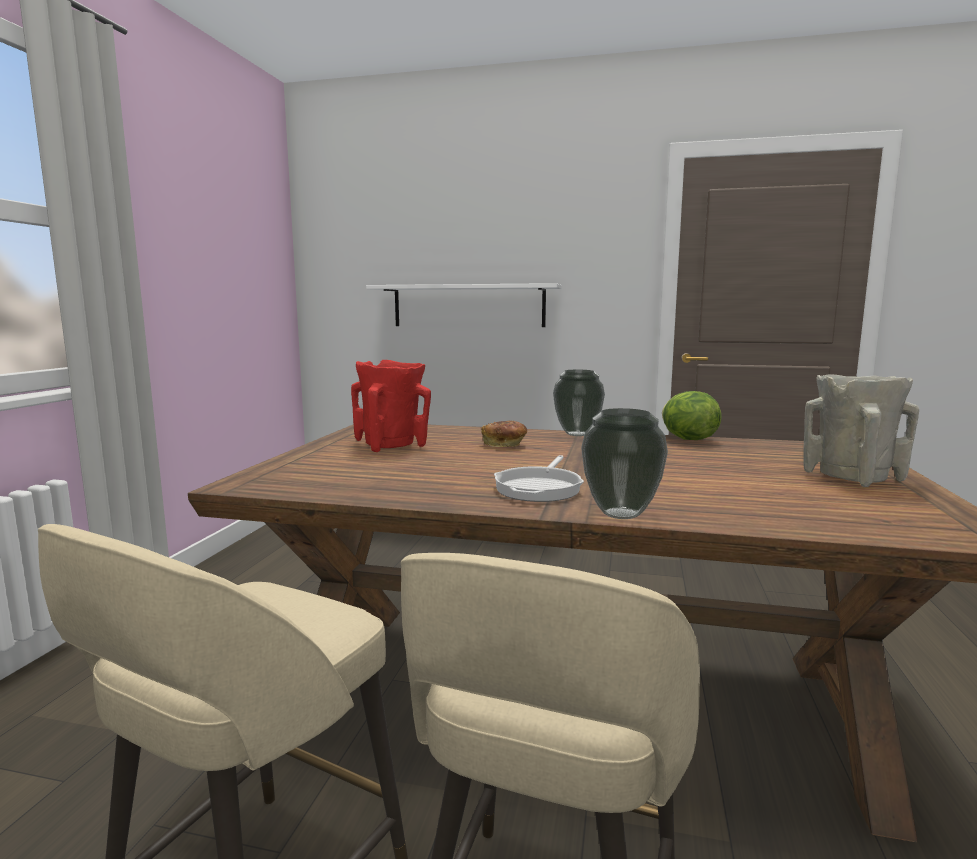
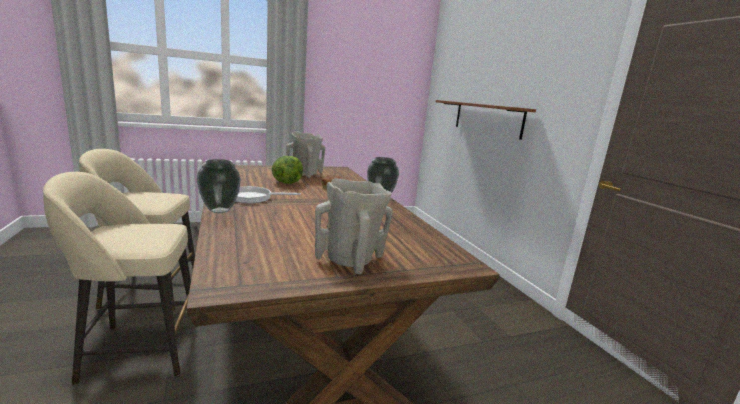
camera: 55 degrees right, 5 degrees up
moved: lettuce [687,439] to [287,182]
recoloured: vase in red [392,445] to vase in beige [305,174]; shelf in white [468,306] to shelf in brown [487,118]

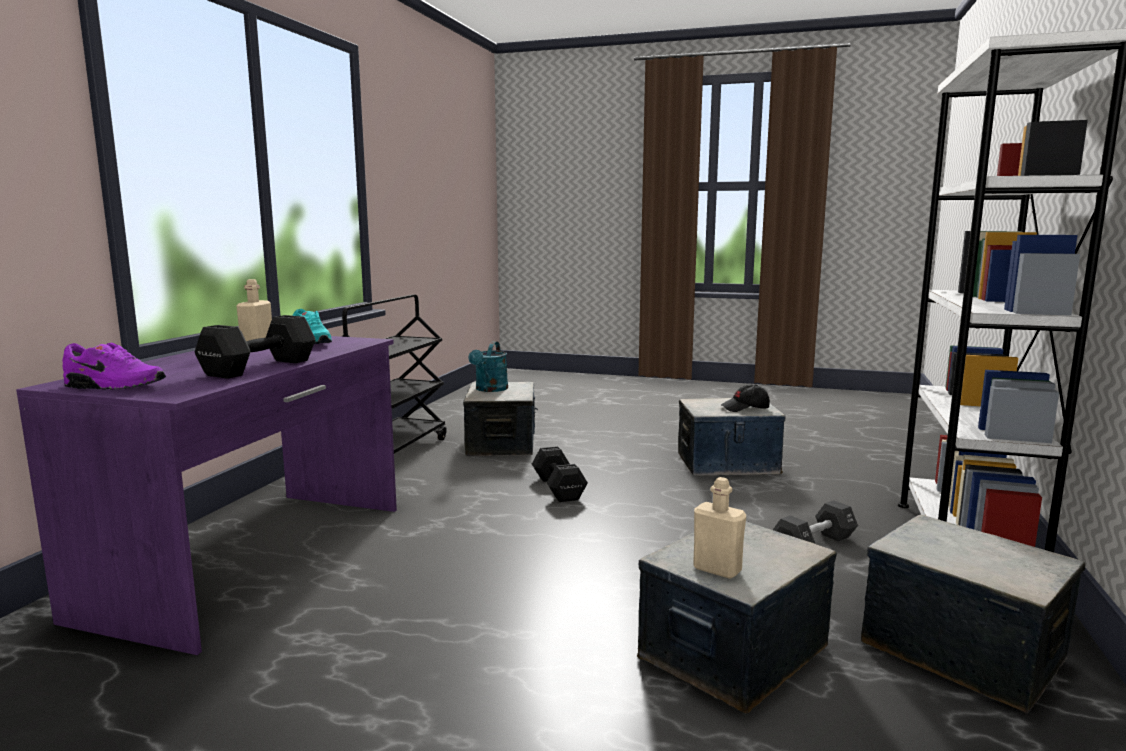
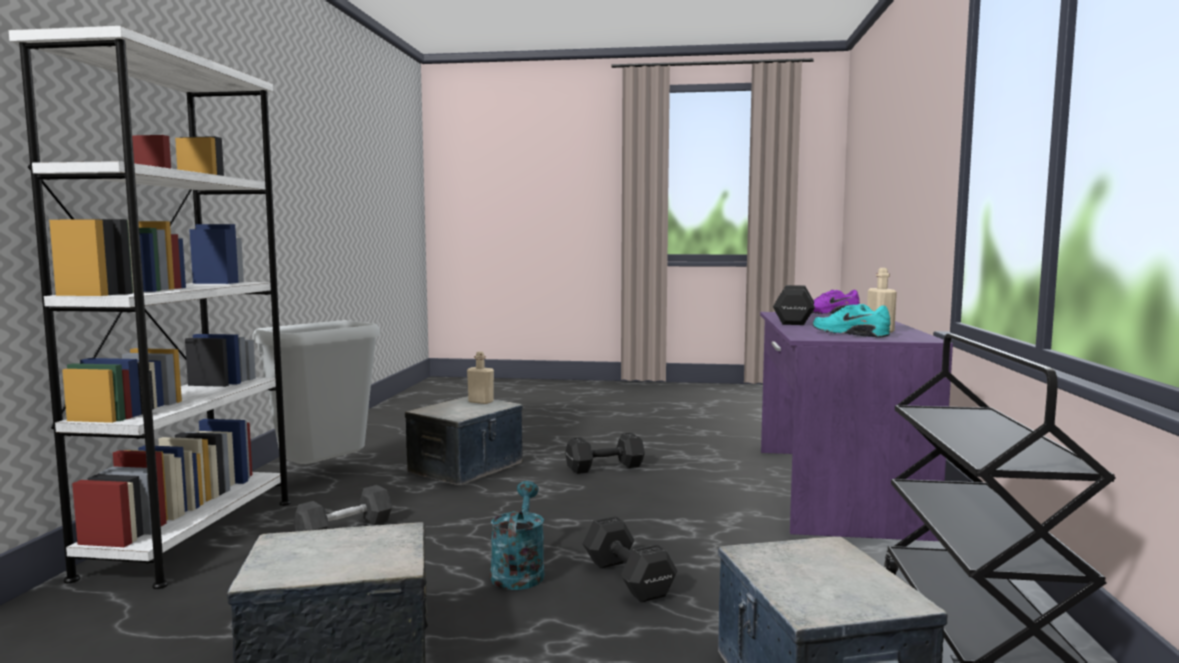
camera: 170 degrees right, 5 degrees down
removed: cap in black [745,408]
added: dumbbell in black [606,467]
moved: watering can in turquoise [489,389] to [518,571]
replaced: storage box [961,650] to trash can in grey [324,476]

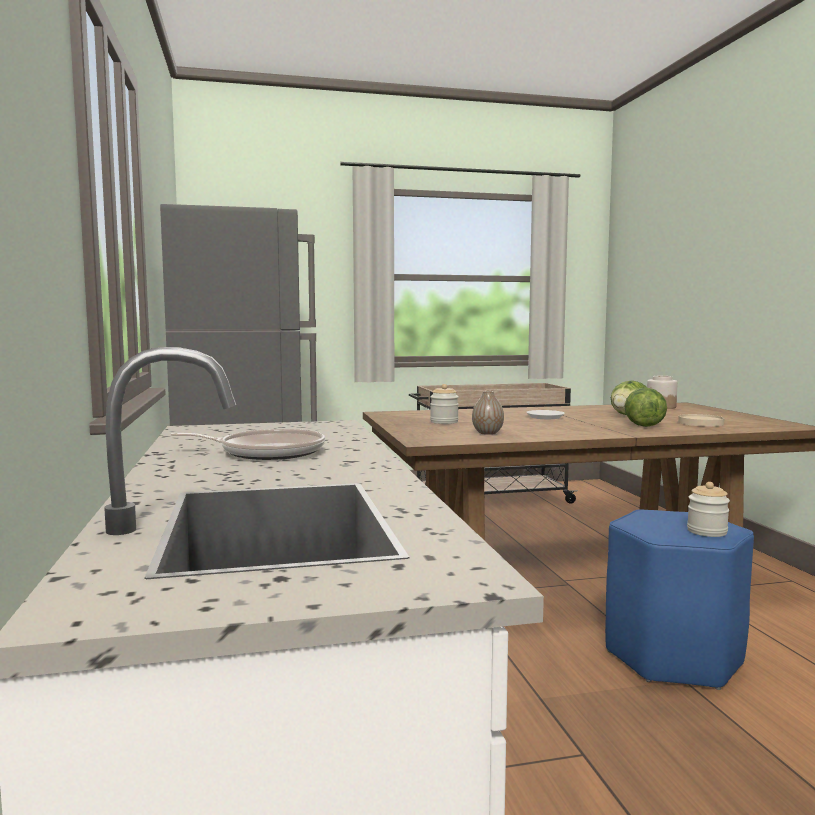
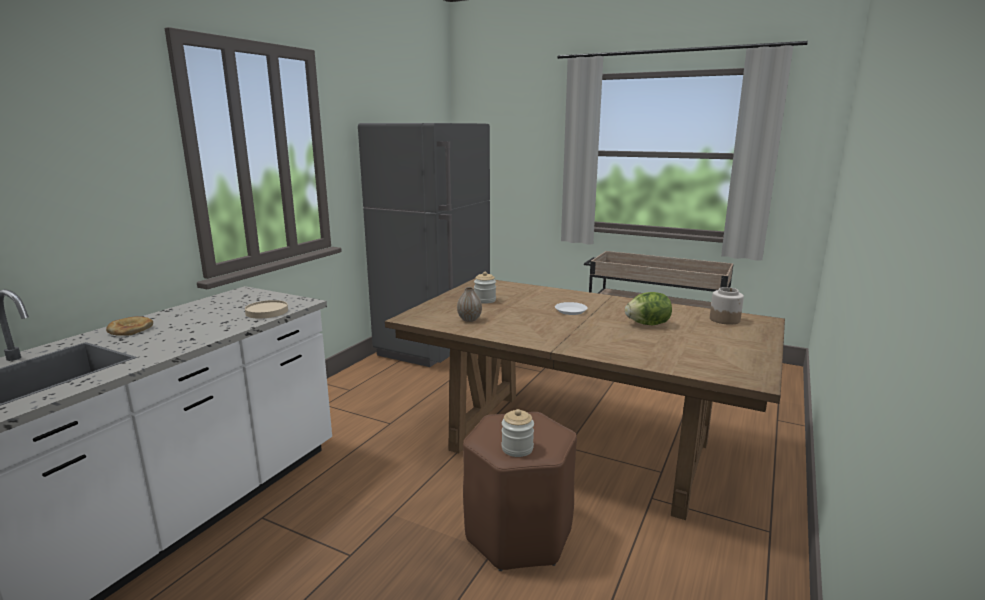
camera: 40 degrees right, 10 degrees up
removed: frying pan [267,452]; lettuce [643,425]
added: bread [130,329]
moved: plate in beige [700,423] to [267,312]
recoloured: stool in blue [673,657] to stool in brown [518,535]

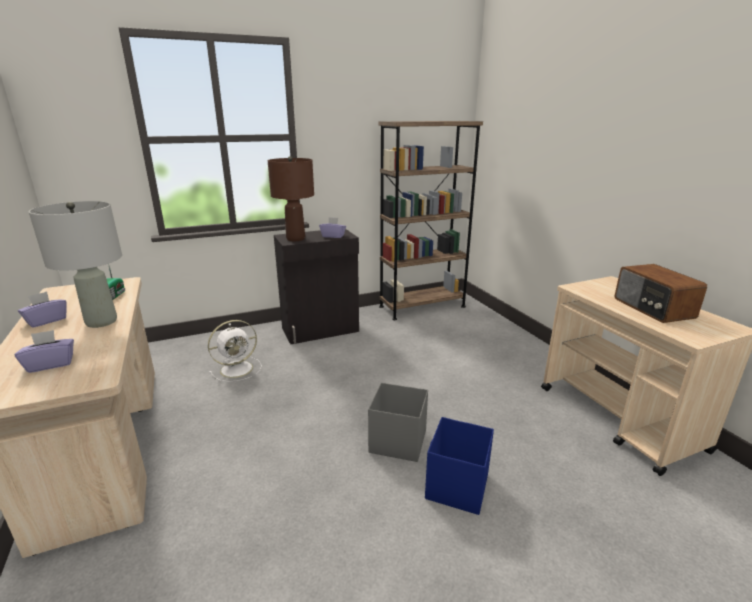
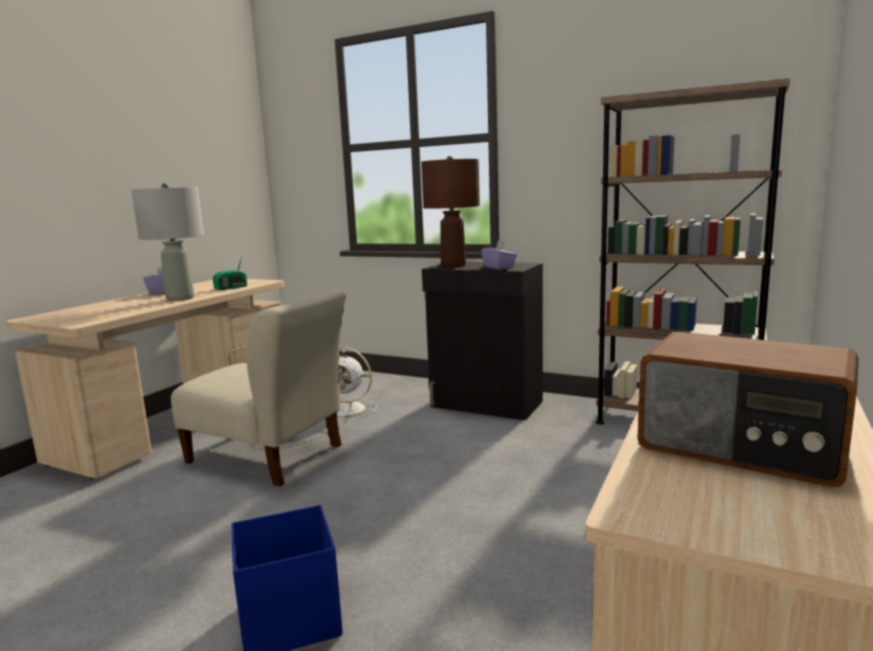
camera: 50 degrees right, 10 degrees down
removed: tissue box in purple [51,364]; storage box in grey [397,441]
added: chair in beige [269,456]
turned: radio [652,308] = [741,447] 90 degrees counterclockwise

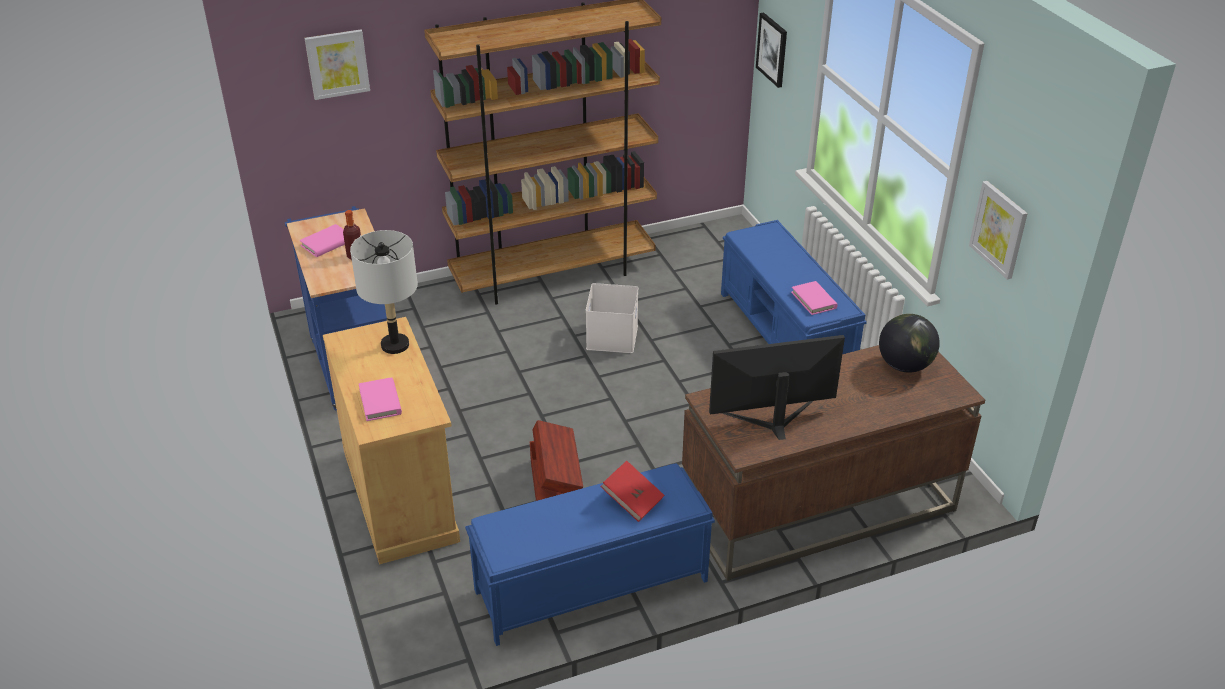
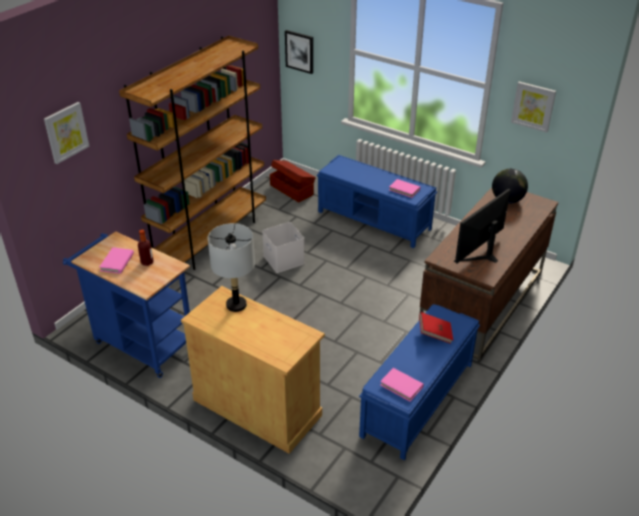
camera: 35 degrees left, 0 degrees up
moved: book in pink [380,402] to [401,386]; storage box in brown [555,486] to [292,189]

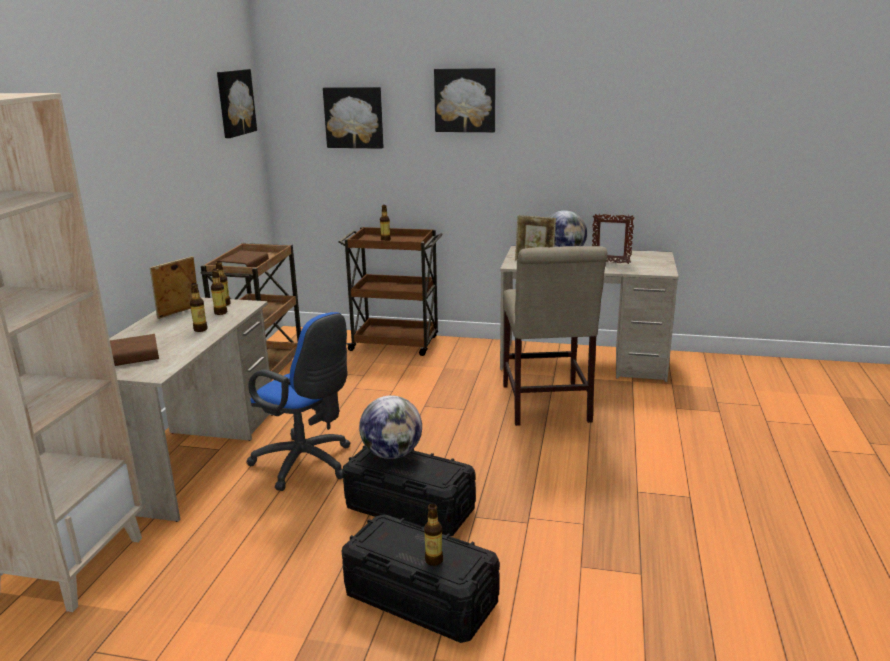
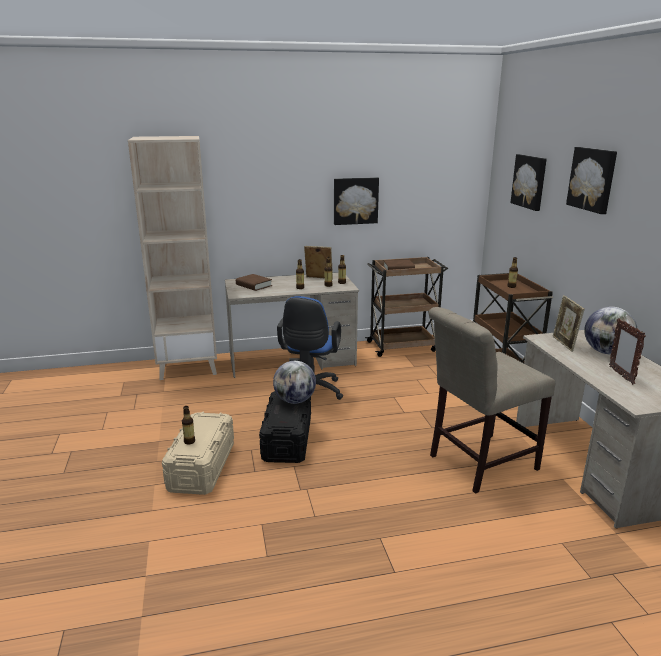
camera: 65 degrees right, 0 degrees up
moved: picture [234,102] to [355,200]
recoloured: storage box in black [420,598] to storage box in beige [202,467]

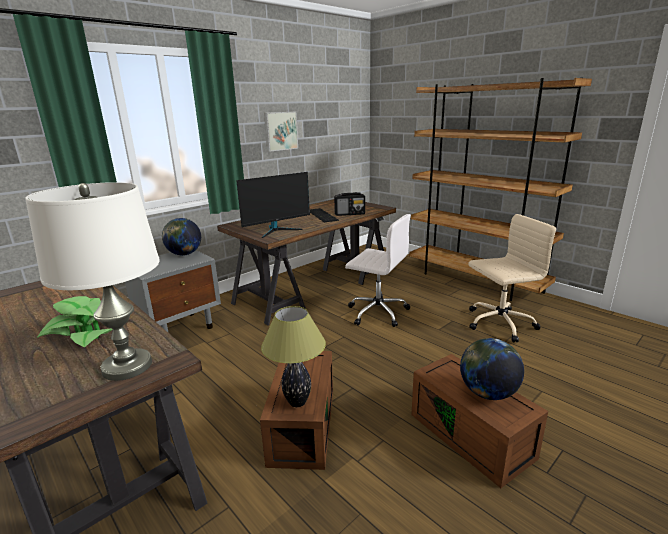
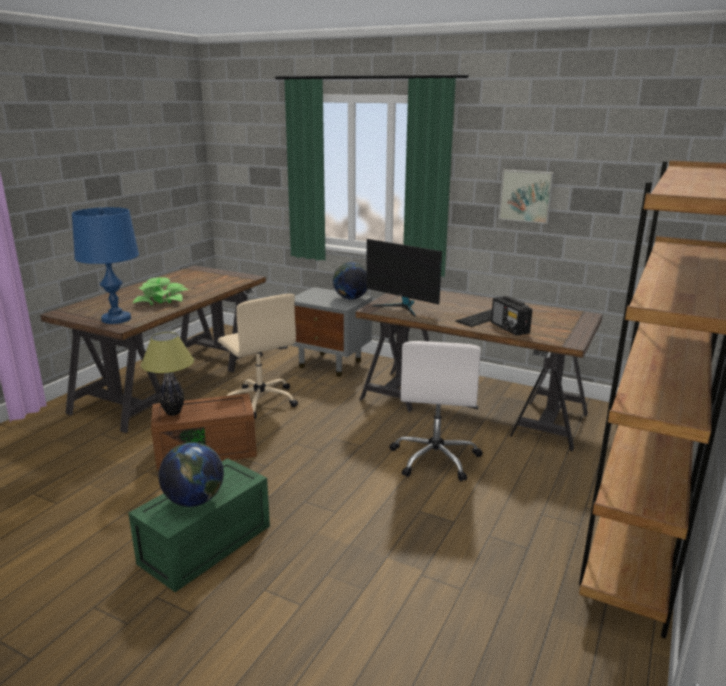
camera: 70 degrees right, 0 degrees up
moved: office chair in beige [498,323] to [260,401]
recoloured: table lamp in white [127,366] to table lamp in blue [116,319]; storage box in brown [473,435] to storage box in green [205,546]

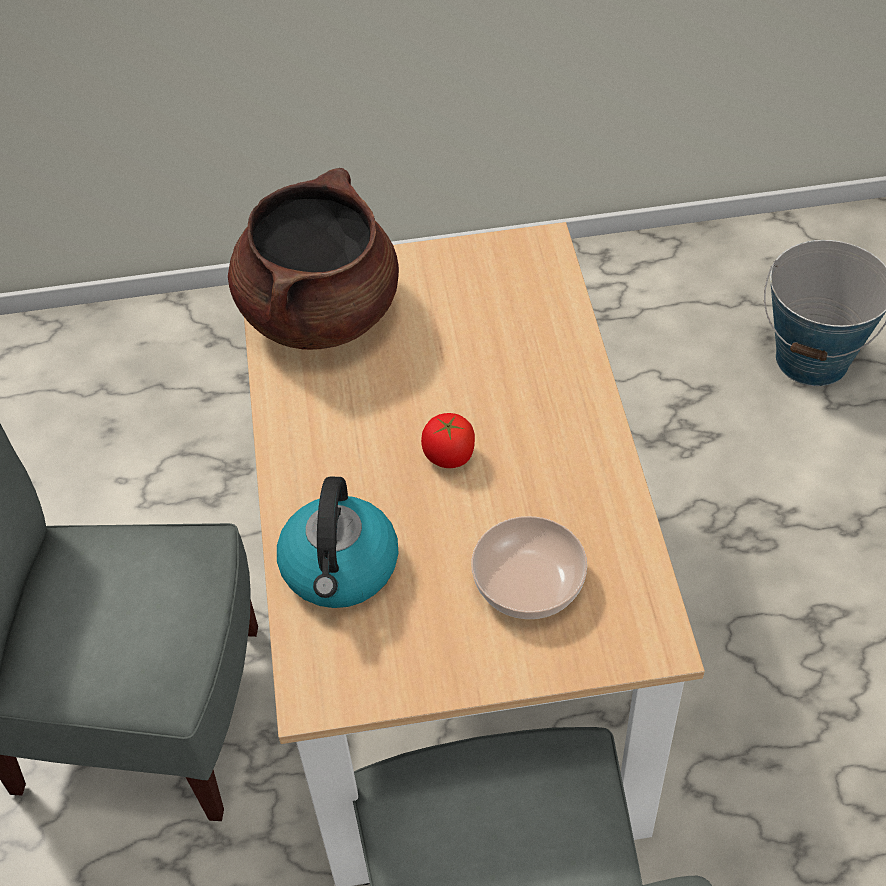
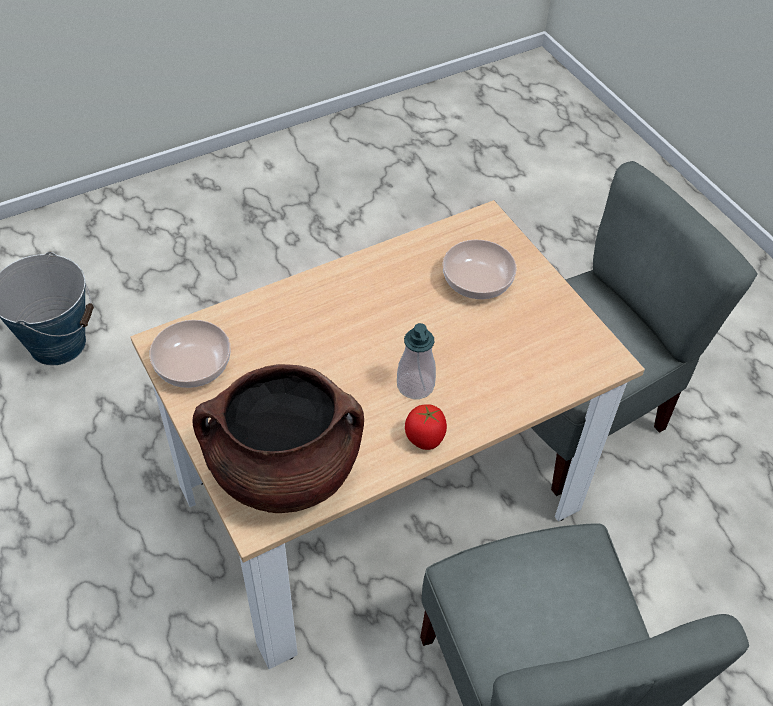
camera: 115 degrees left, 0 degrees up
removed: kettle [340,569]
added: bowl [191,365]; soap dispenser [415,385]
moved: tomato [448,457] to [425,438]

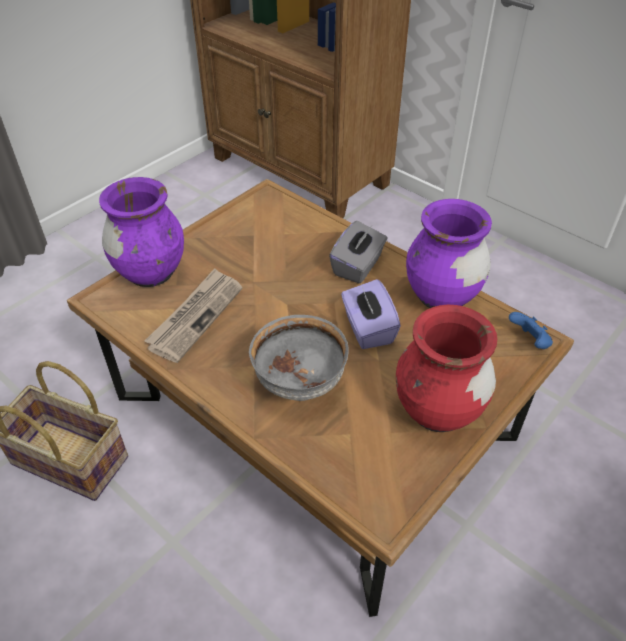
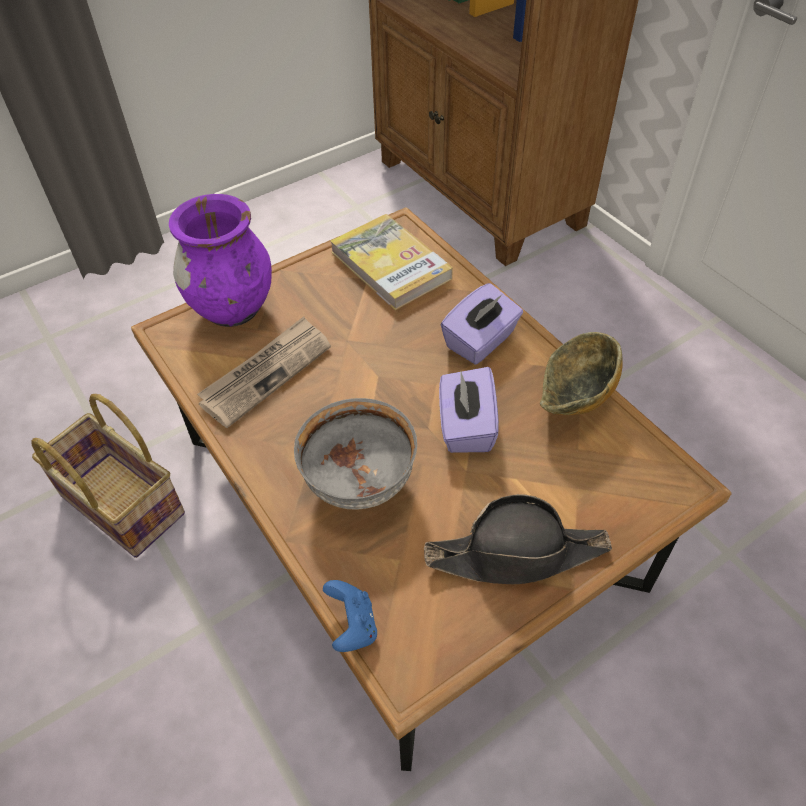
camera: 15 degrees right, 5 degrees up
added: book [390,265]
moved: game controller in blue [529,341] to [352,626]
replaced: vase in red [437,411] to hat in black [517,554]; vase in purple [441,297] to bowl [573,401]
recoloured: tissue box in grey [358,266] to tissue box in purple [481,341]

